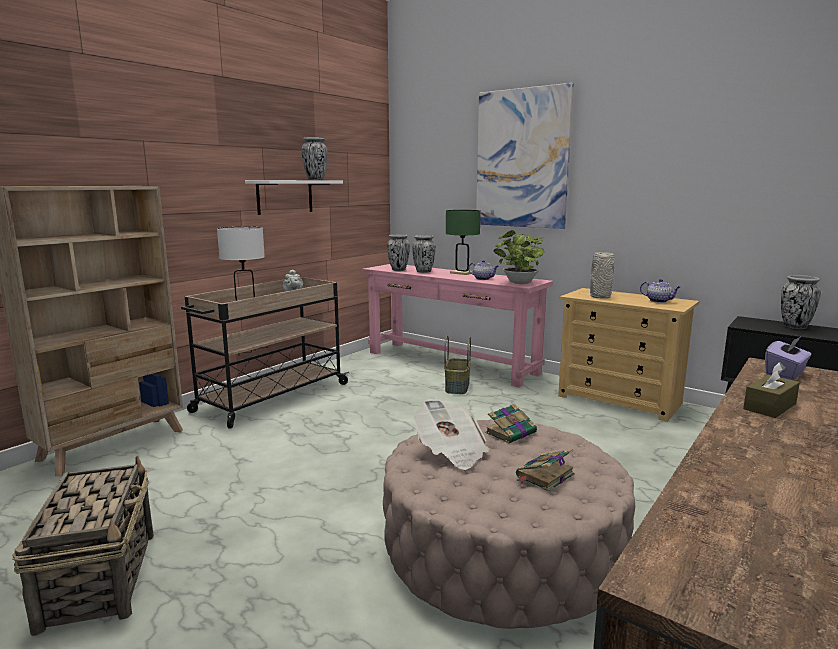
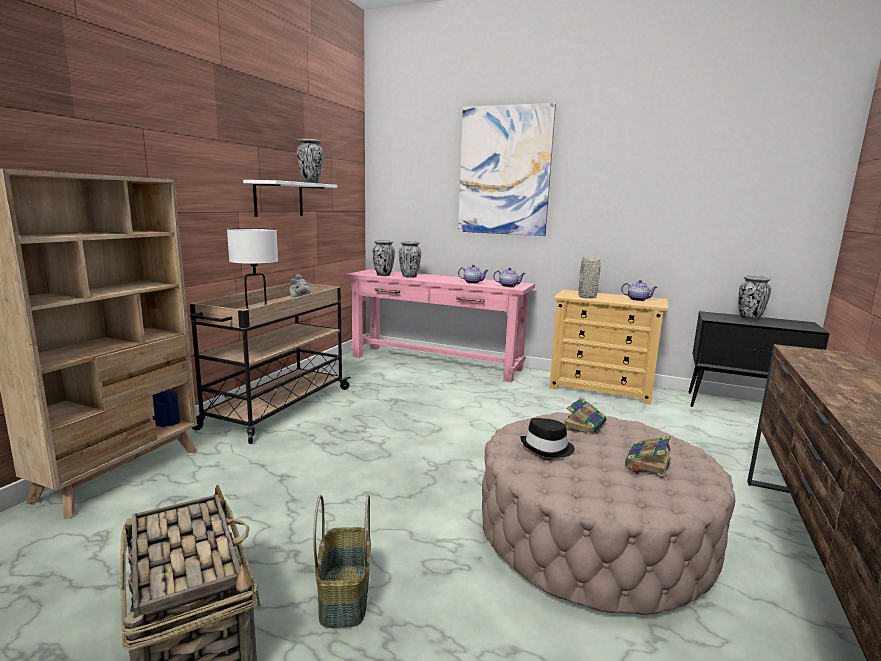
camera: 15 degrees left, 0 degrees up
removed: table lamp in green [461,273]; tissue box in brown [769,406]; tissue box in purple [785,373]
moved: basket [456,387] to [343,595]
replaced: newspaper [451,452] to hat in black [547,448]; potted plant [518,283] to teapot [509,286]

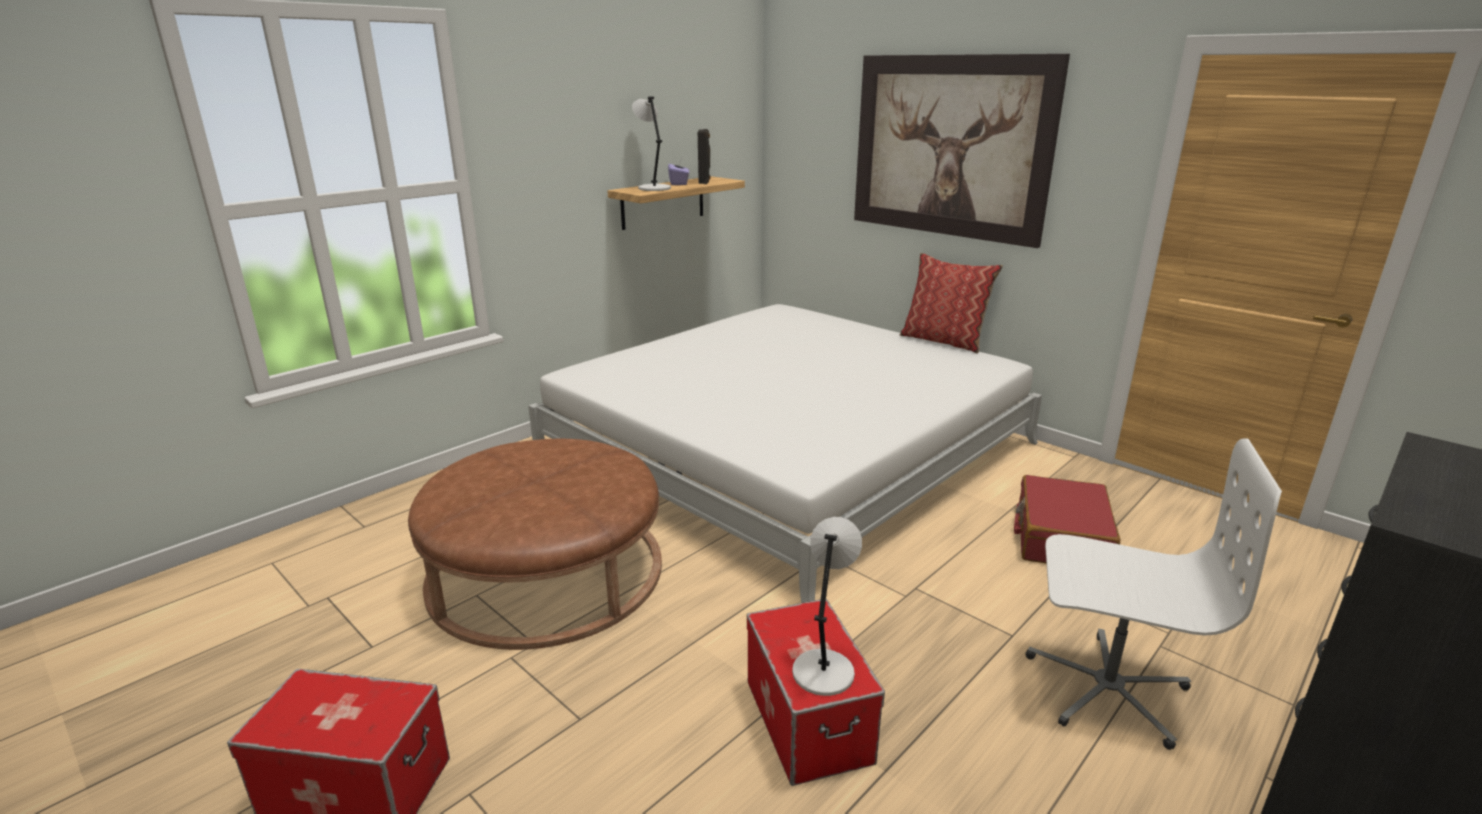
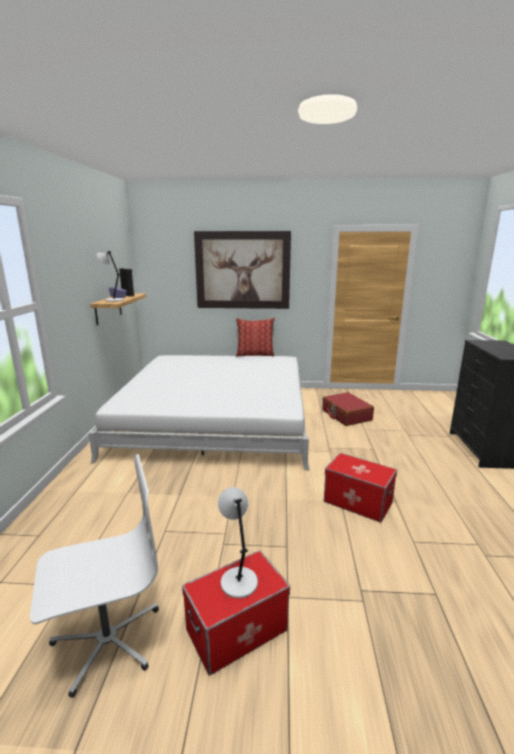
camera: 40 degrees left, 5 degrees down
removed: ottoman in brown [546,570]
moved: table lamp in grey [823,670] to [238,581]; office chair in white [1106,688] to [107,640]

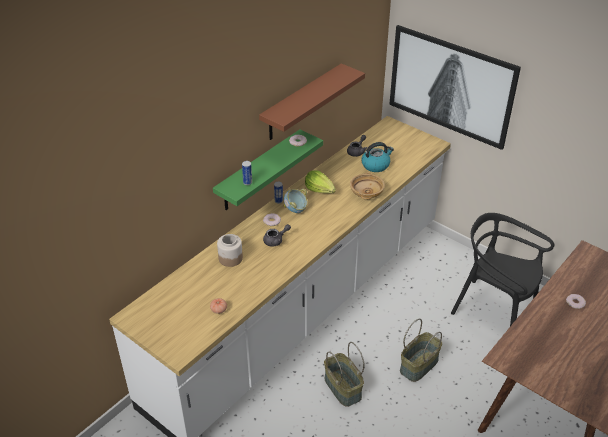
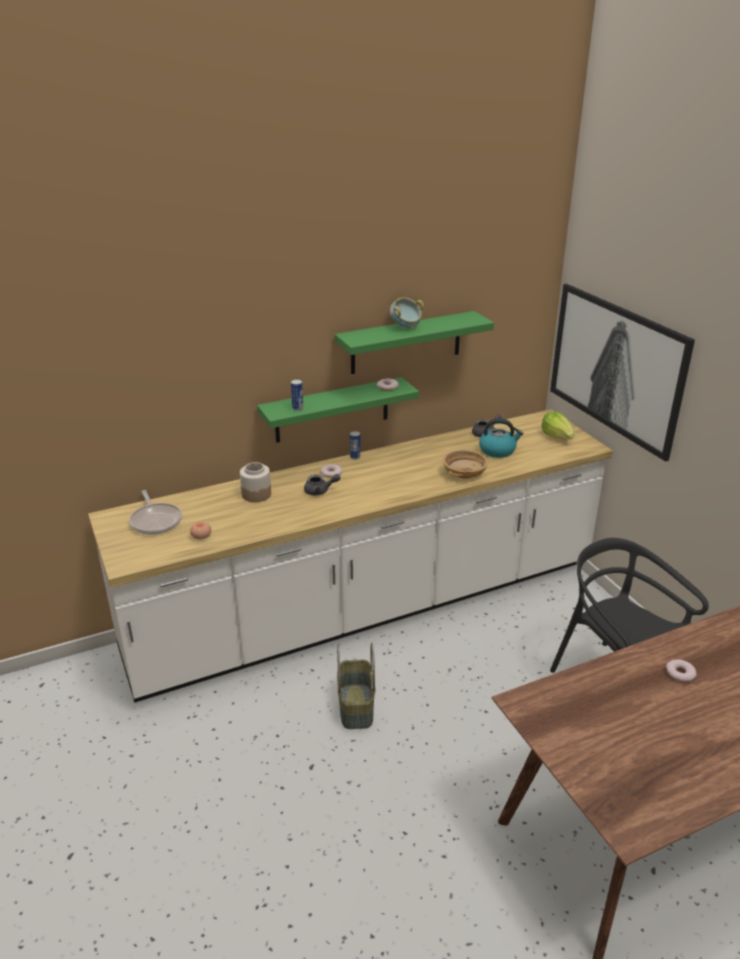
camera: 25 degrees right, 10 degrees down
removed: basket [418,364]
added: frying pan [156,521]
moved: bowl [295,210] to [405,327]; lettuce [320,190] to [557,436]
recoloured: shelf in brown [302,103] to shelf in green [406,342]

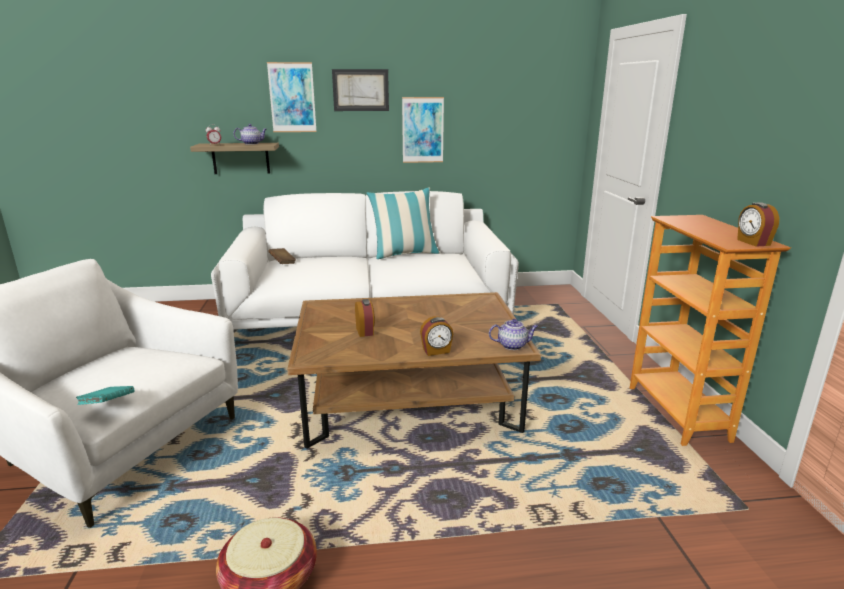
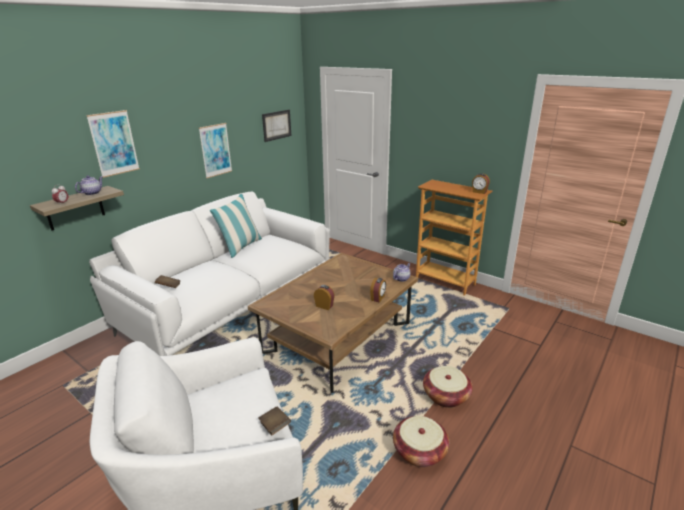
camera: 45 degrees left, 5 degrees up
added: basket [446,396]
moved: picture [360,90] to [276,125]
recoloured: book in turquoise [108,405] to book in brown [275,426]

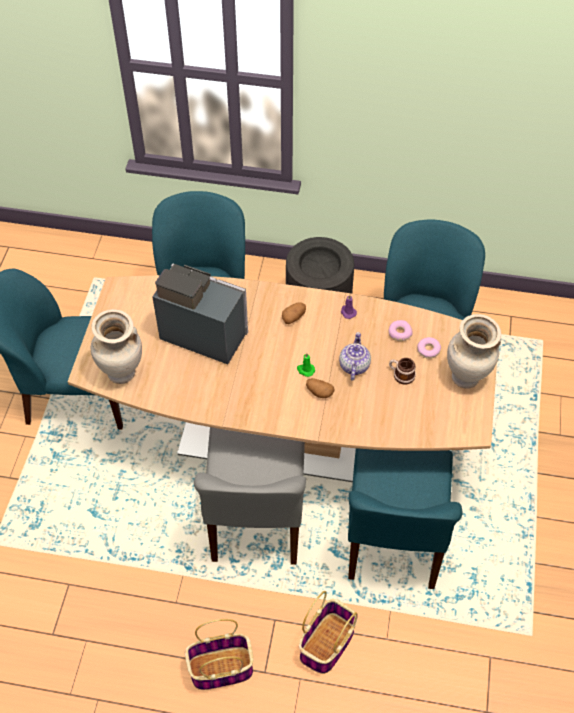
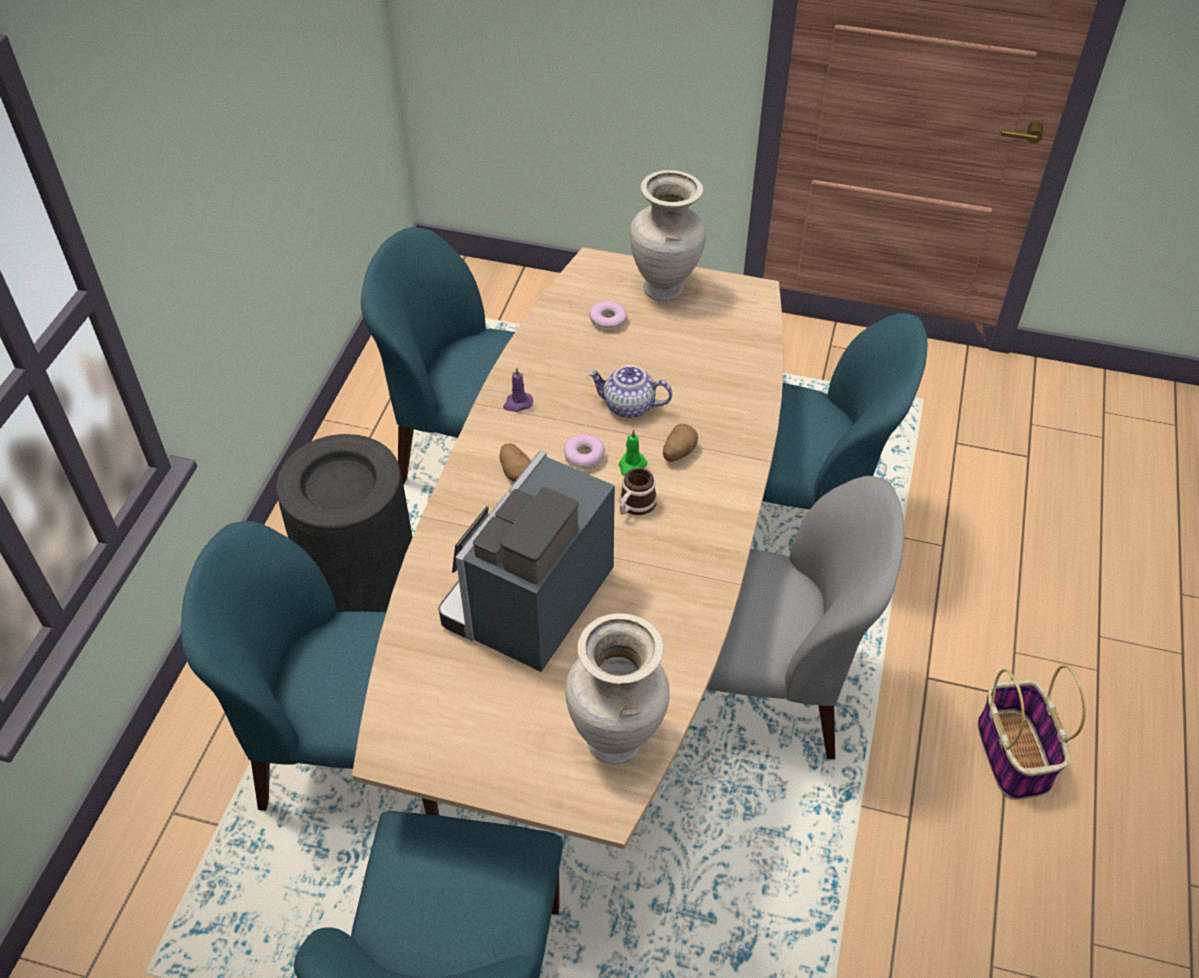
camera: 85 degrees left, 5 degrees down
removed: basket [327,644]
moved: donut [399,333] to [584,457]; mug [401,374] to [634,506]

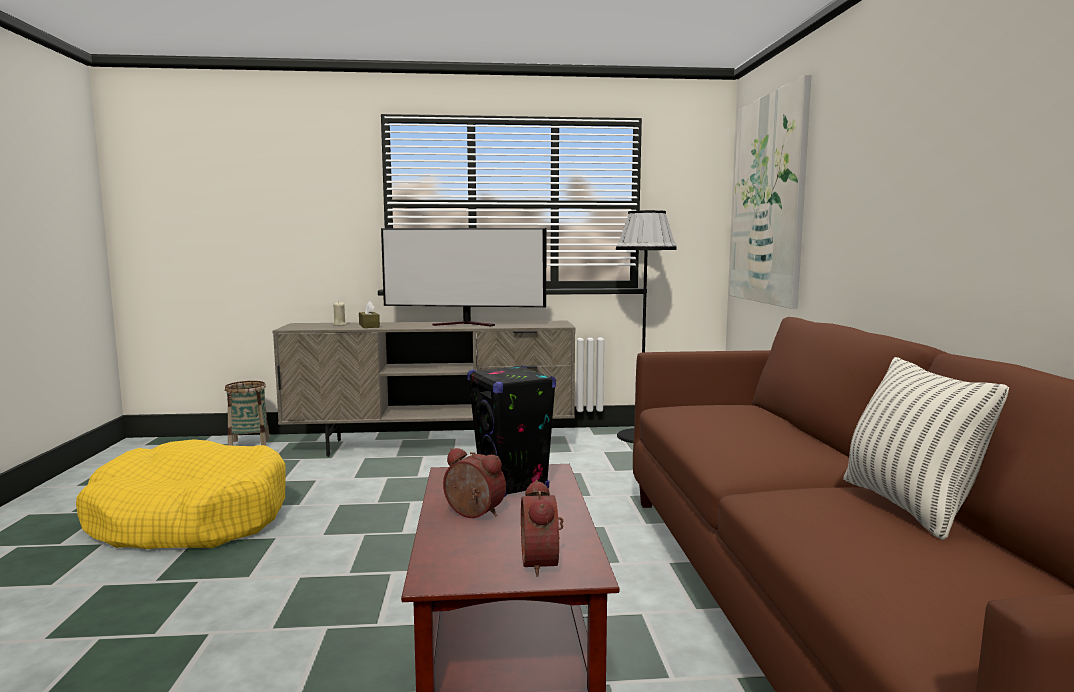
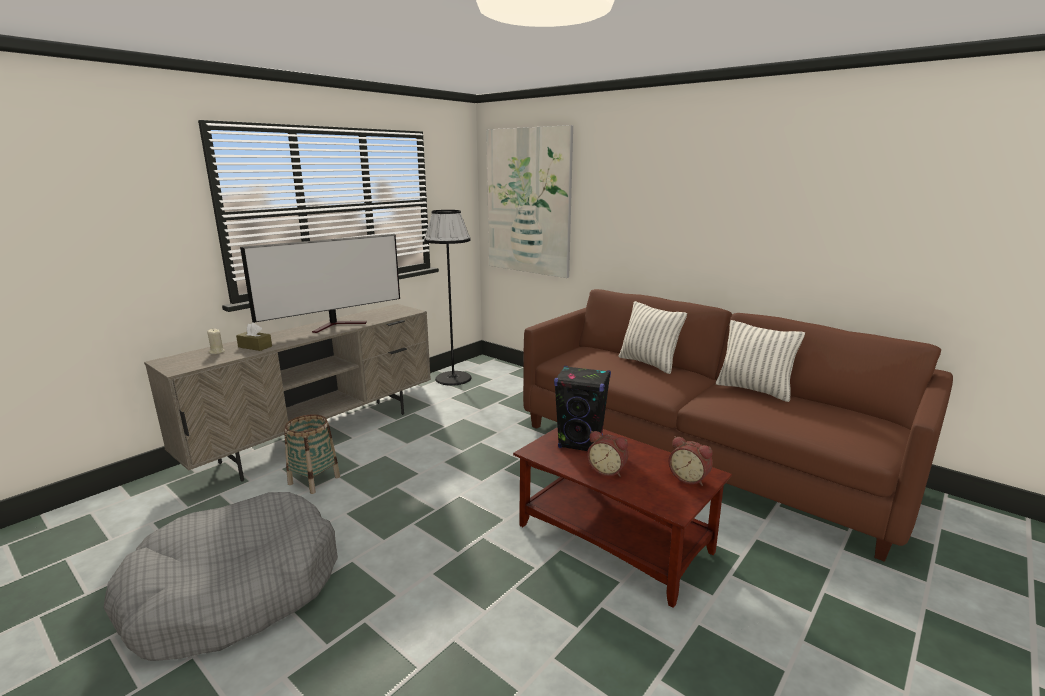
camera: 45 degrees left, 10 degrees up
added: pillow [648,363]
moved: basket [249,444] to [314,480]
recoloured: dog bed in yellow [190,519] to dog bed in grey [235,590]
turned: alarm clock [472,514] = [607,470] 135 degrees counterclockwise

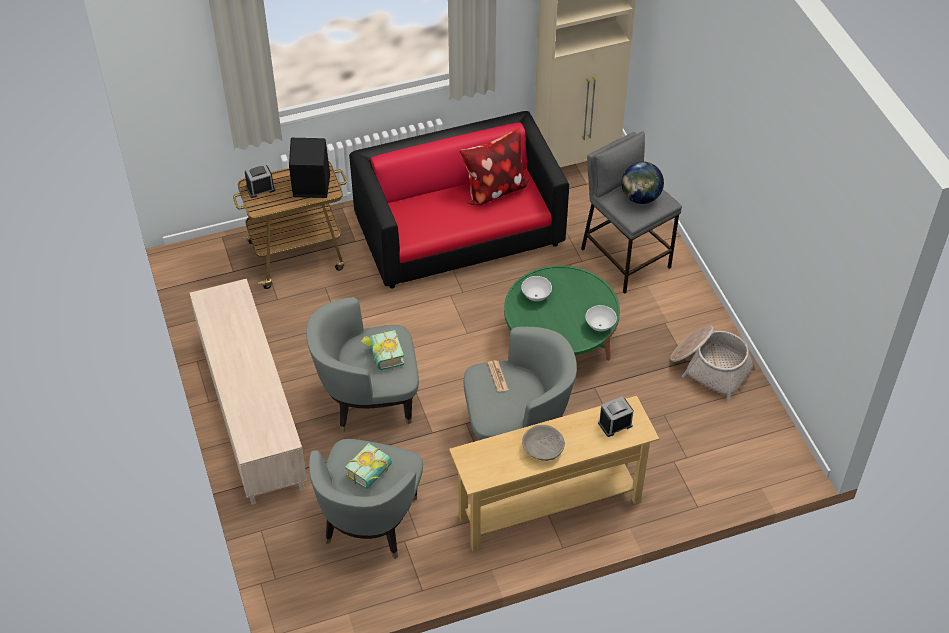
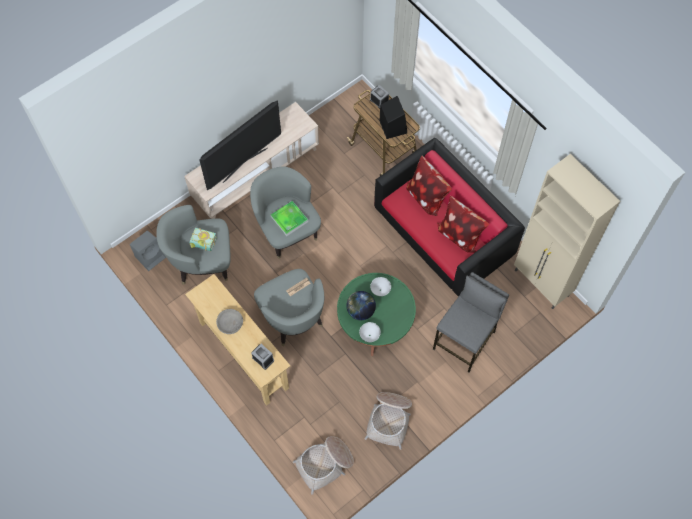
camera: 70 degrees right, 15 degrees up
added: speaker in grey [151,256]; television [244,164]; basket [325,464]; pillow [426,196]
moved: globe [640,198] to [360,311]
replaced: book [382,357] to tray [289,219]

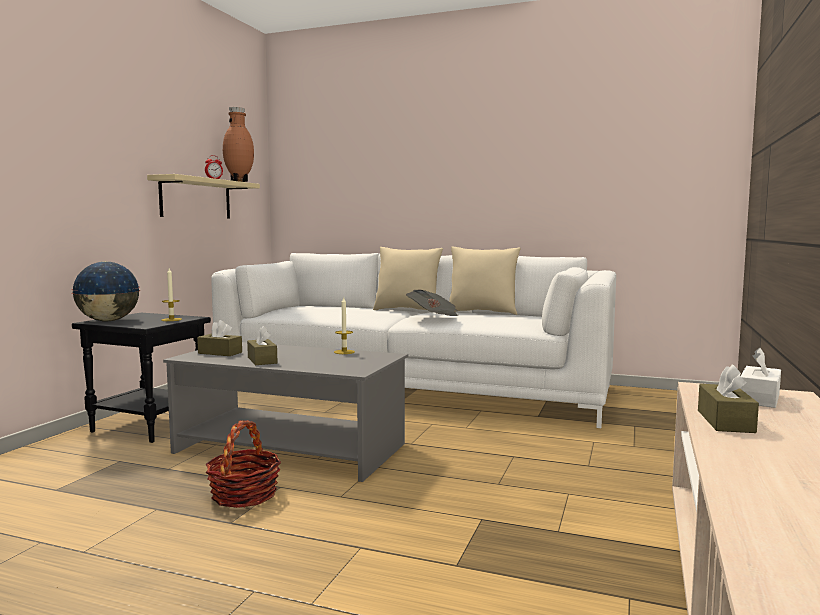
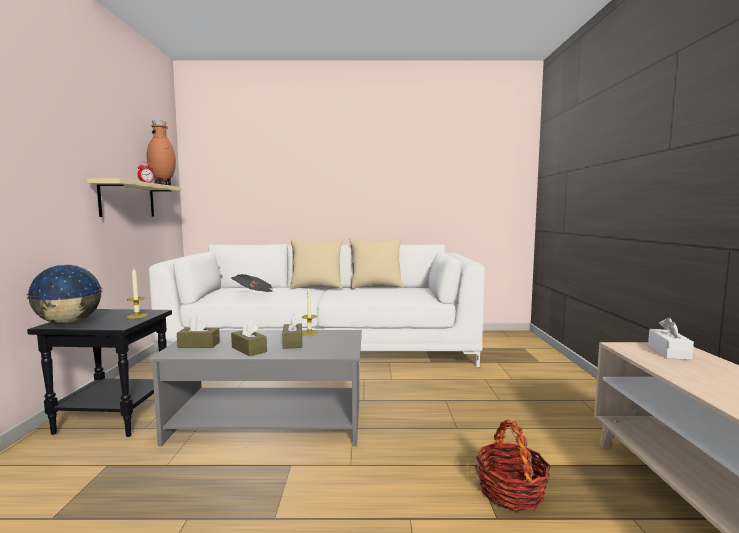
camera: 20 degrees left, 0 degrees up
moved: basket [244,495] to [511,491]; newspaper [434,318] to [254,295]; tissue box in brown [725,421] to [292,343]

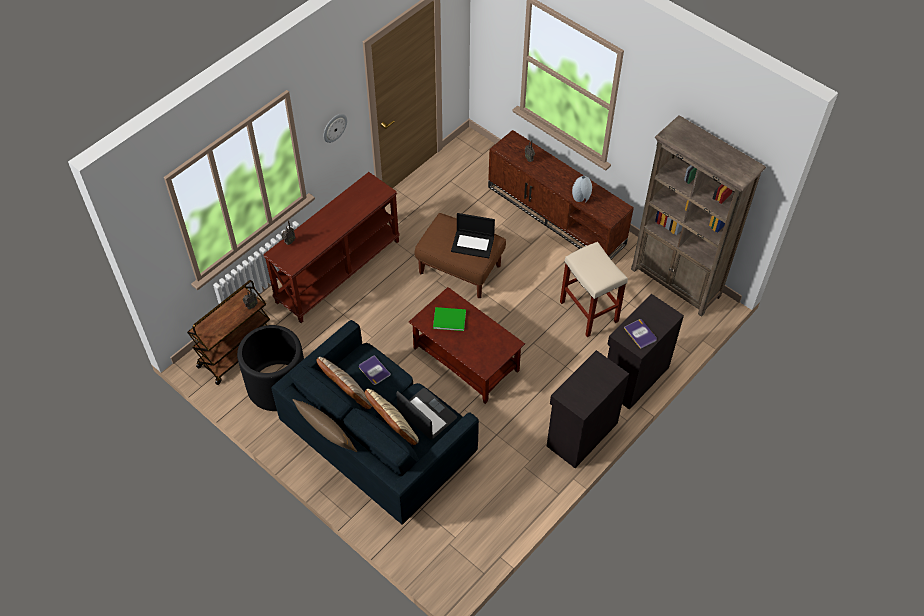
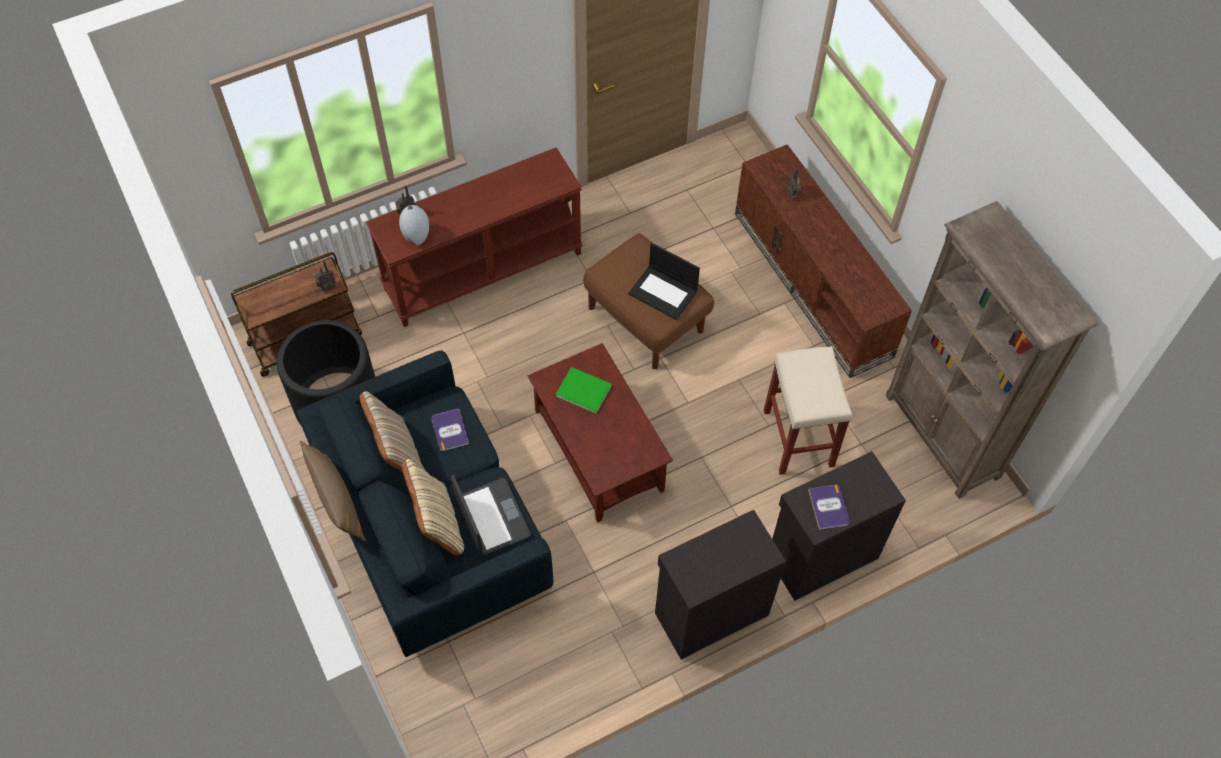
camera: 20 degrees right, 5 degrees up
removed: wall clock [334,127]
moved: vase in grey [581,198] to [416,237]

